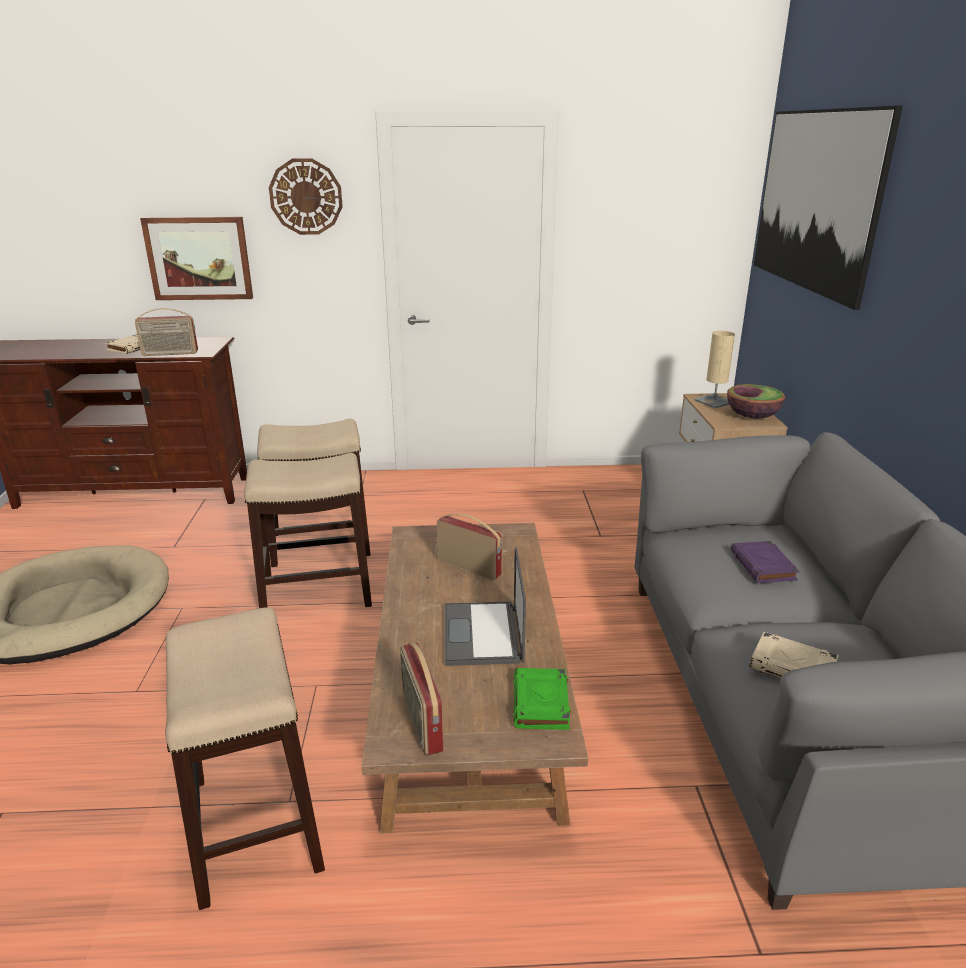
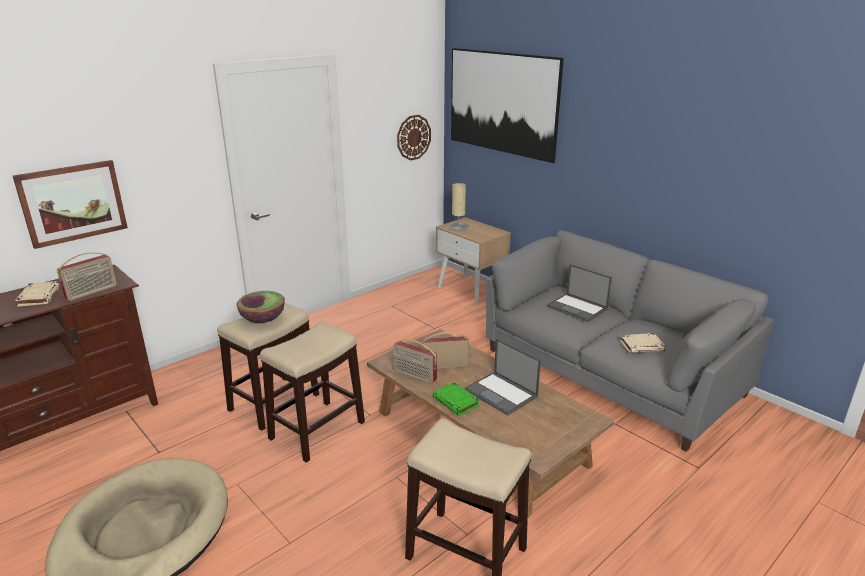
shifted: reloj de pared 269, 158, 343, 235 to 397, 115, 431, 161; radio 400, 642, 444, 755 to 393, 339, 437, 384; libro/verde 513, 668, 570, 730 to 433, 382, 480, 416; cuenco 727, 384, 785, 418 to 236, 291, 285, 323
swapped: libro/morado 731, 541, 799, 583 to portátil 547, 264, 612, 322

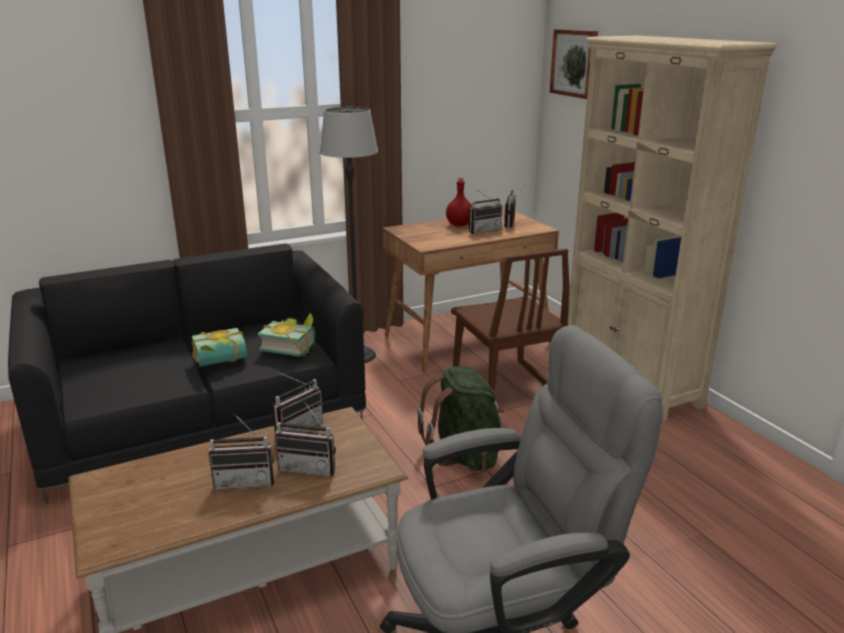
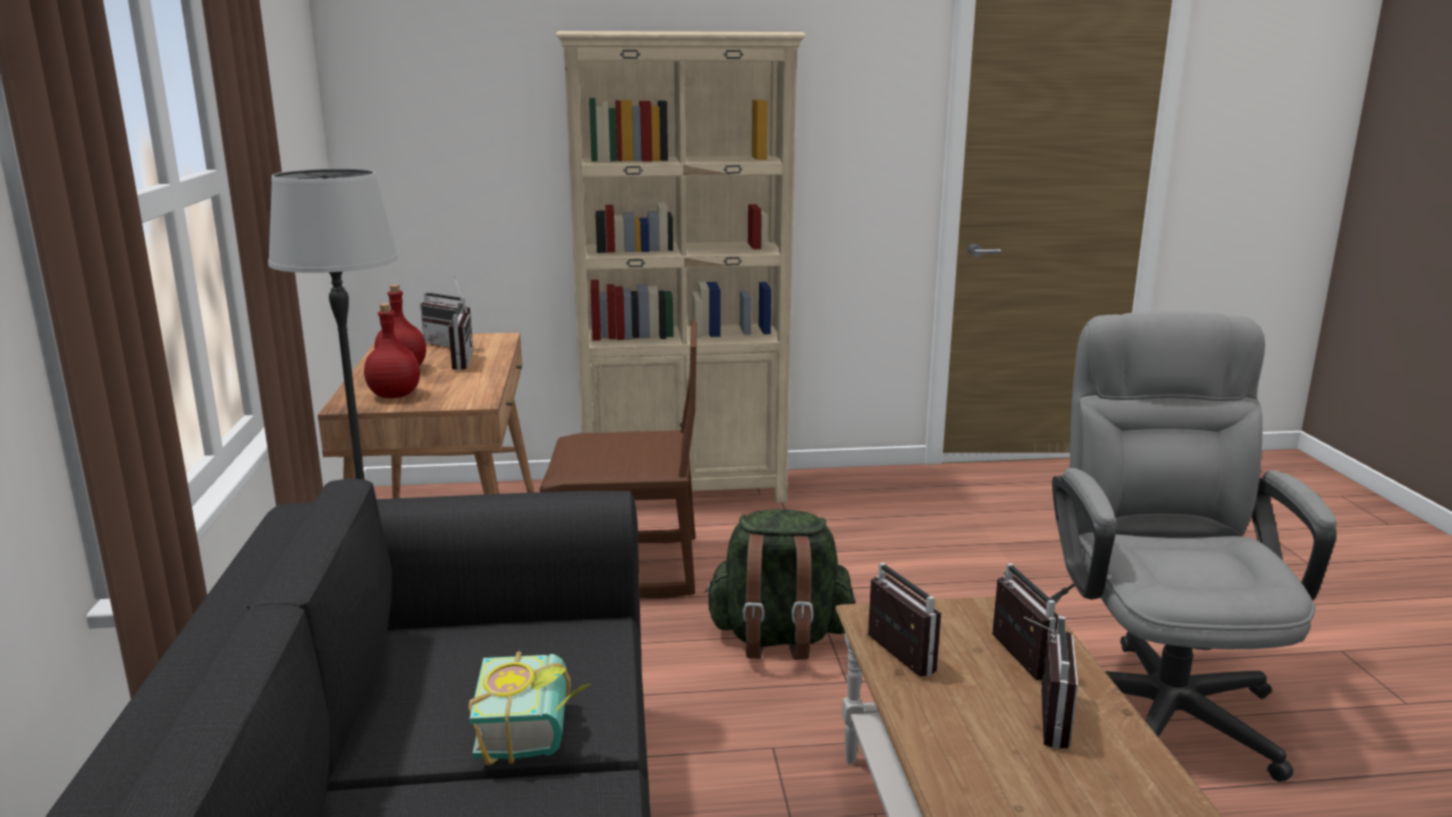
gone: libro 258, 313, 315, 357; cuadro 550, 29, 598, 99
new: botella/rojo 364, 303, 420, 398
rotated: radio 275, 401, 336, 477 = 992, 563, 1059, 680 45 degrees counterclockwise

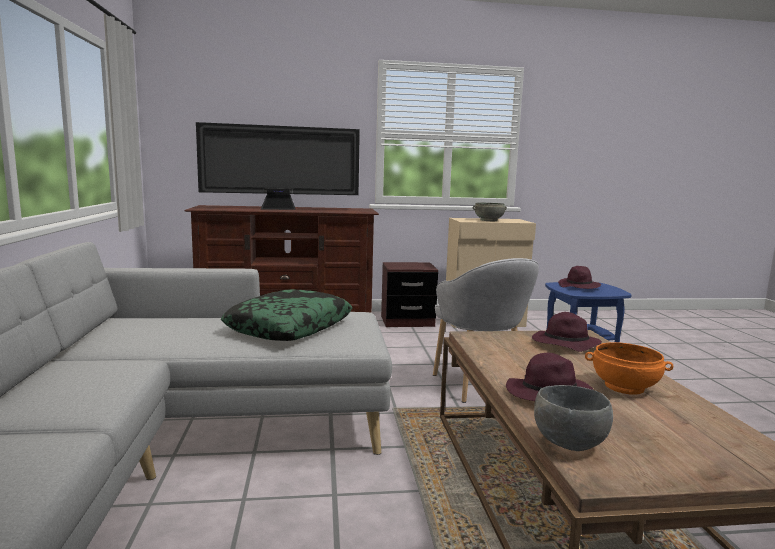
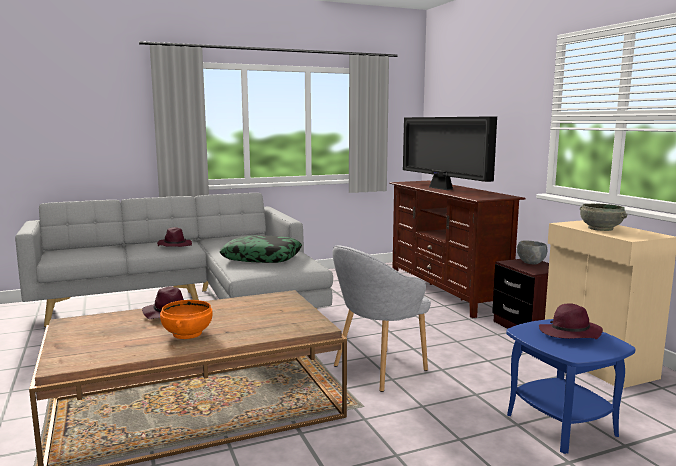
shifted: sombrero/morado 532, 312, 602, 352 to 157, 227, 192, 247; cuenco/gris 534, 385, 613, 451 to 517, 240, 547, 264

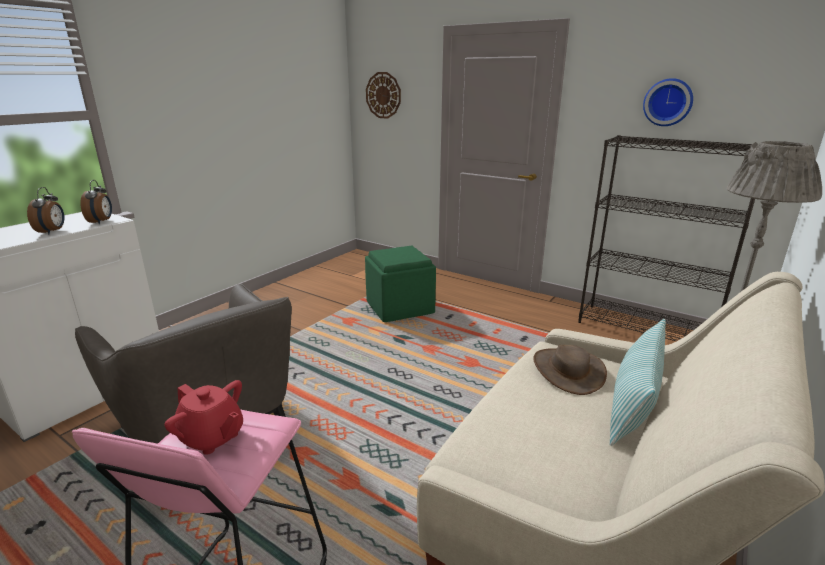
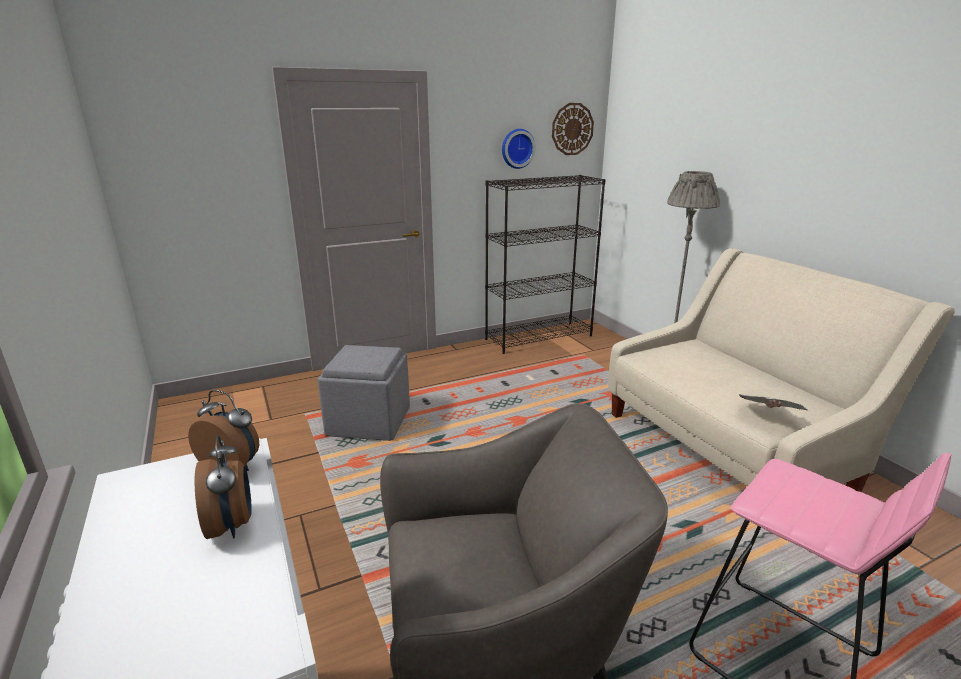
gone: tetera/rojo 164, 380, 243, 455; sombrero/marrón 533, 345, 607, 395; cojín 610, 319, 666, 446
new: periódico 739, 394, 807, 410
shifted: reloj de pared 366, 72, 401, 119 to 552, 103, 594, 155
repainted: puf/verde 365, 246, 436, 322 to puf/gris 317, 345, 410, 441
rotated: despertador 27, 187, 65, 235 = 195, 435, 252, 539 45 degrees clockwise

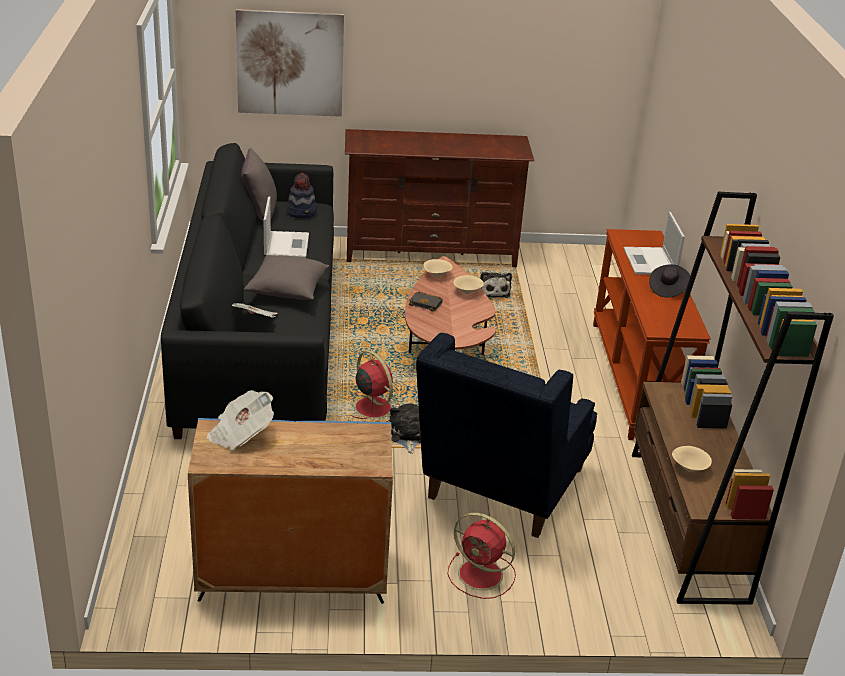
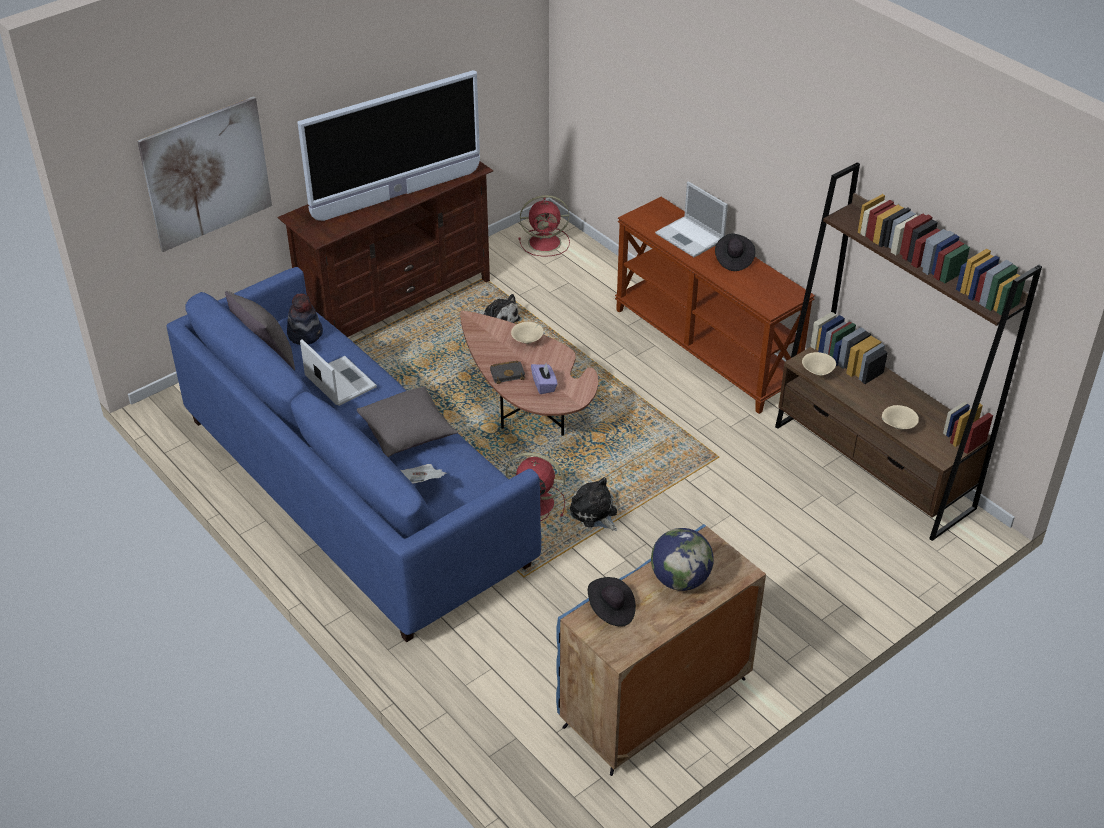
gone: sillón/azul 416, 333, 597, 538
new: televisor 297, 70, 480, 221; caja de pañuelos/morado 531, 364, 558, 394; globo terráqueo 651, 528, 714, 591
shifted: cuenco/beis 424, 259, 453, 277 to 802, 352, 836, 375; ventilador/rojo 447, 512, 516, 599 to 518, 195, 570, 257
swapped: periódico 207, 390, 274, 451 to sombrero/negro 588, 577, 636, 627
repainted: sofá/negro 161, 143, 334, 439 to sofá/azul 166, 267, 541, 642

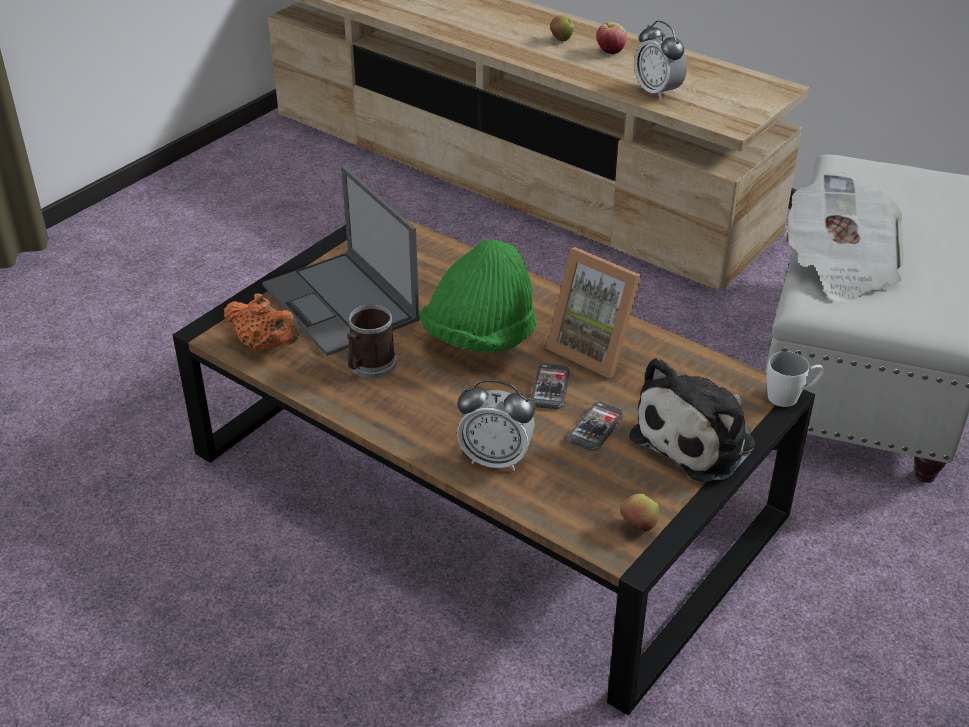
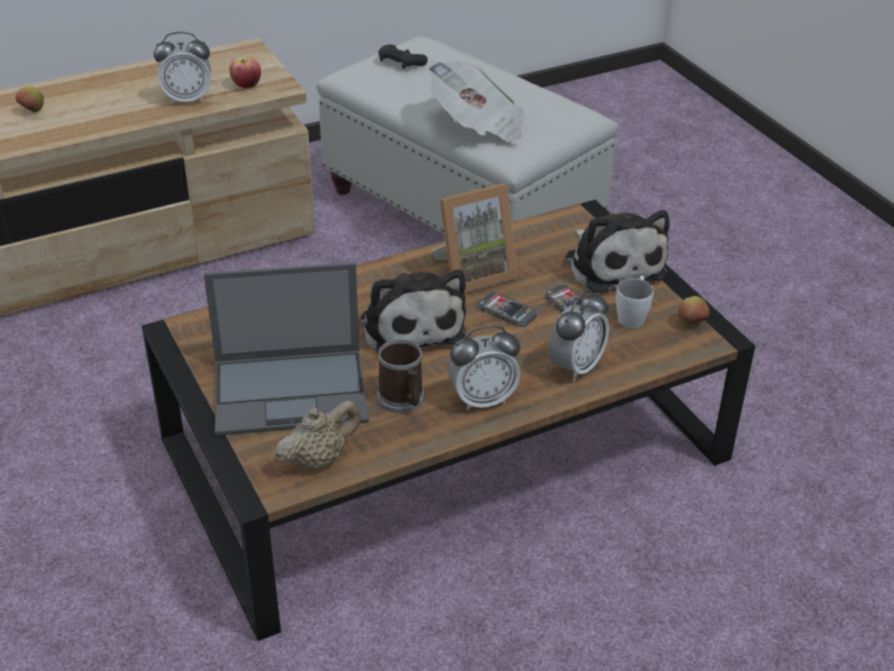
new: mando de consola/negro 378, 44, 428, 69; despertador 448, 326, 520, 411
shifted: manzana 597, 22, 627, 54 to 229, 56, 261, 88; taza grande/blanco 766, 351, 824, 407 to 616, 276, 653, 328
swapped: sombrero/verde 419, 239, 536, 353 to peluche 361, 269, 466, 354
repainted: tetera/naranja 223, 293, 300, 351 to tetera/beis 275, 400, 361, 470

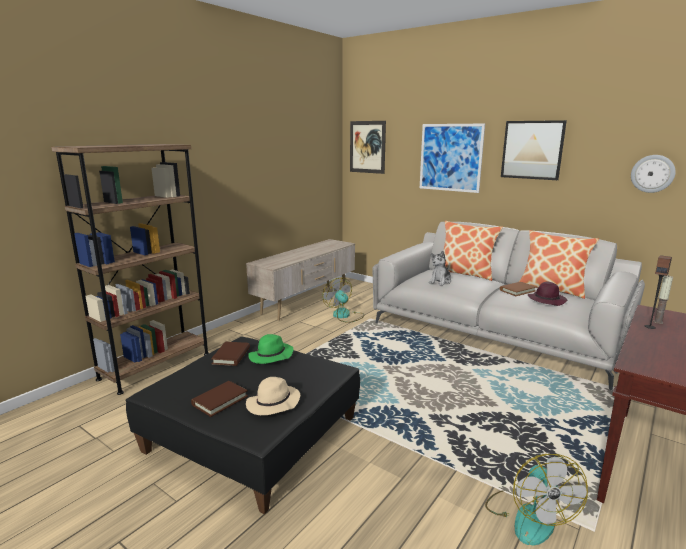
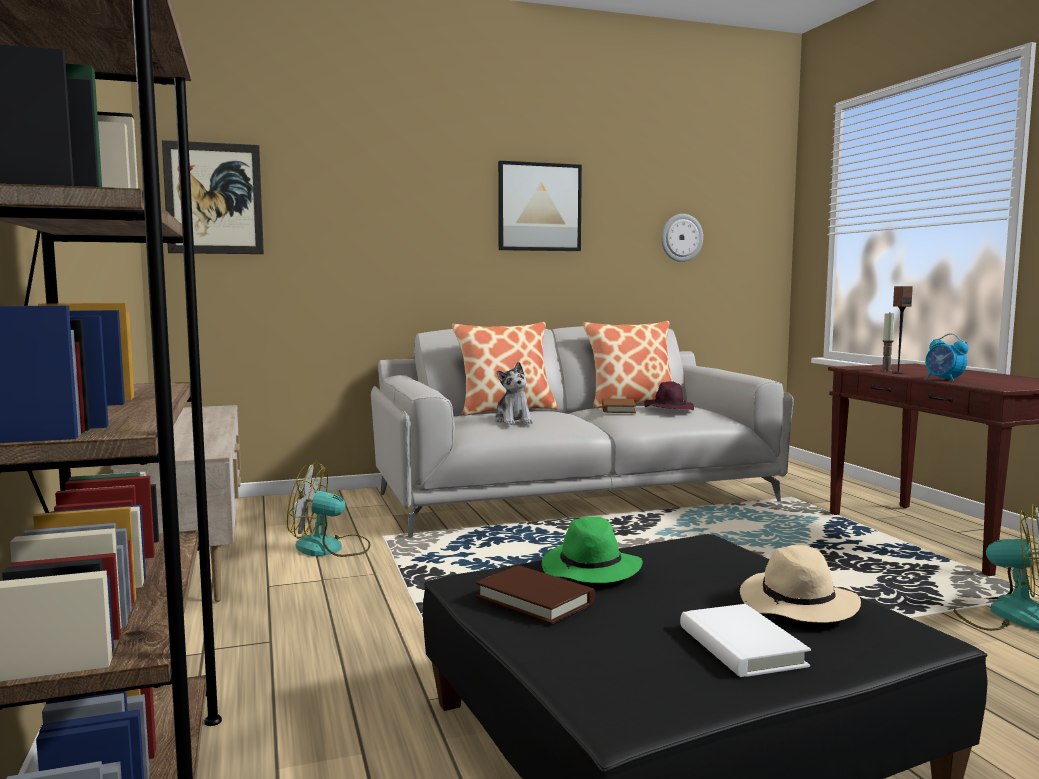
gone: cuadro 420, 124, 485, 193
new: despertador 925, 333, 969, 382
repainted: libro/marrón 191, 381, 248, 417 to libro/blanco 680, 604, 811, 677

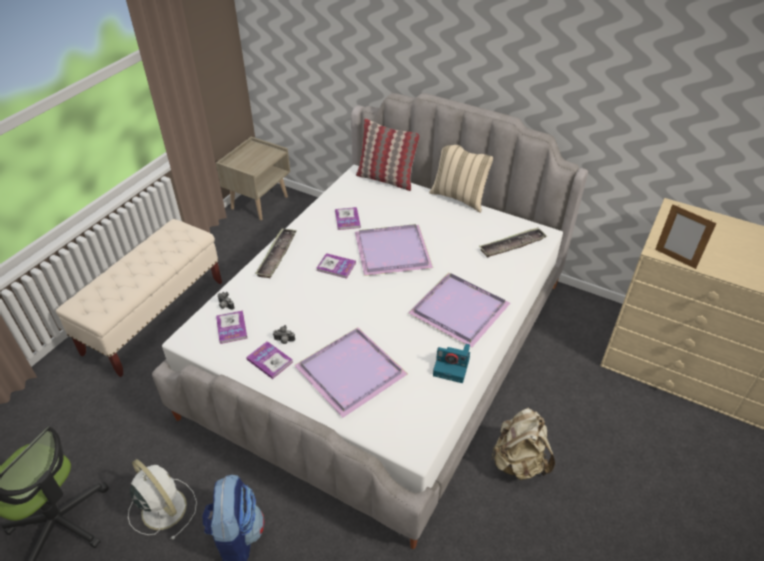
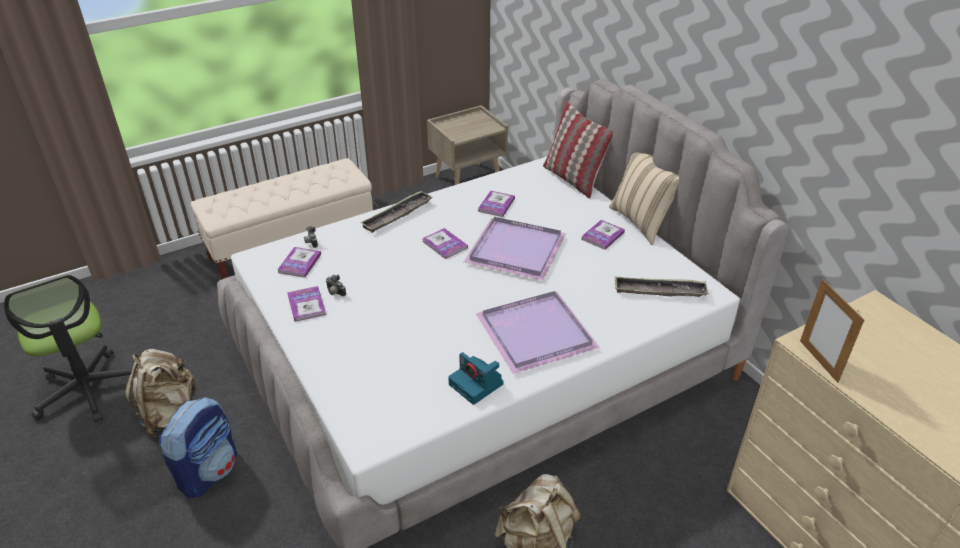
gone: bandeja/morado 294, 327, 408, 418
new: libro 581, 220, 625, 250
swapped: ventilador/blanco 128, 459, 197, 540 to mochila/beis 125, 349, 200, 438

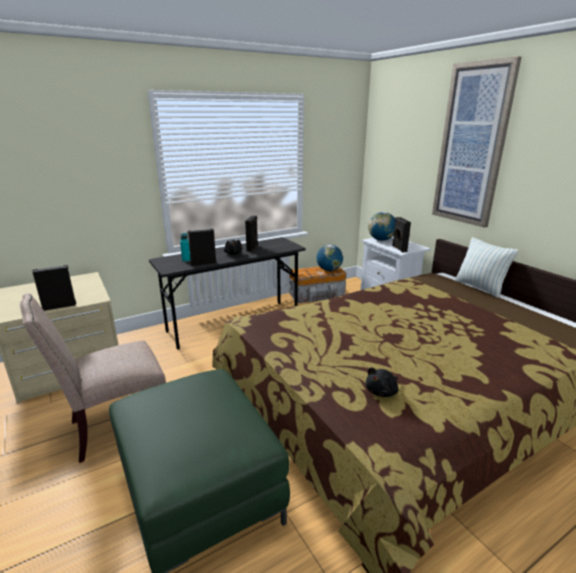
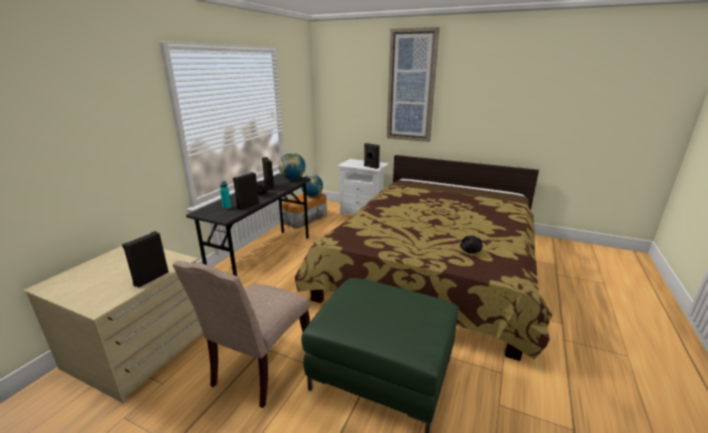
gone: cojín 455, 237, 519, 298
shifted: globo terráqueo 368, 212, 395, 241 to 279, 153, 306, 180

